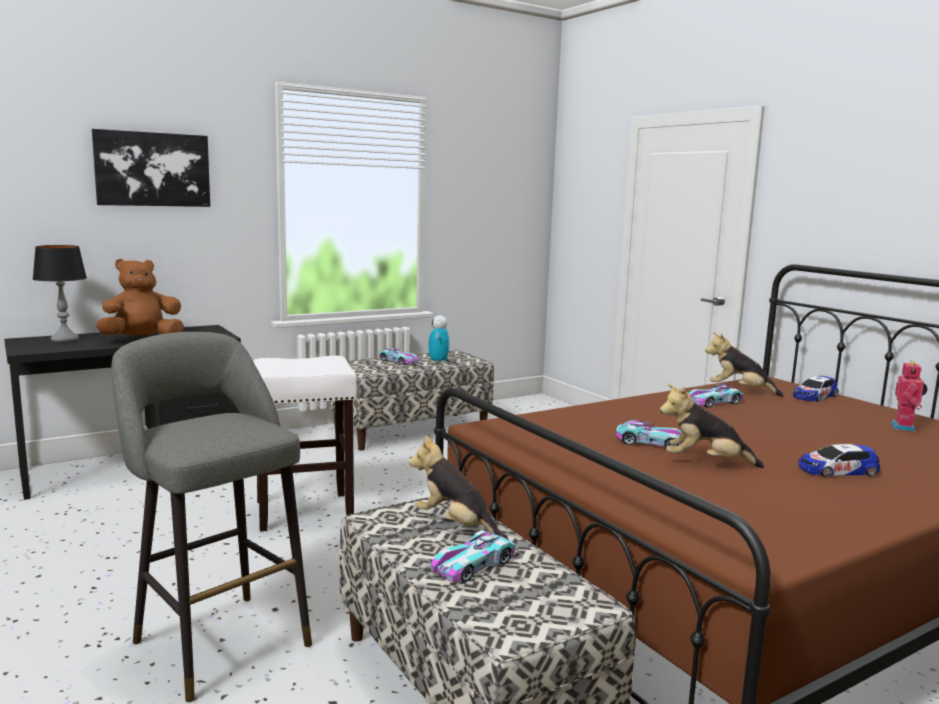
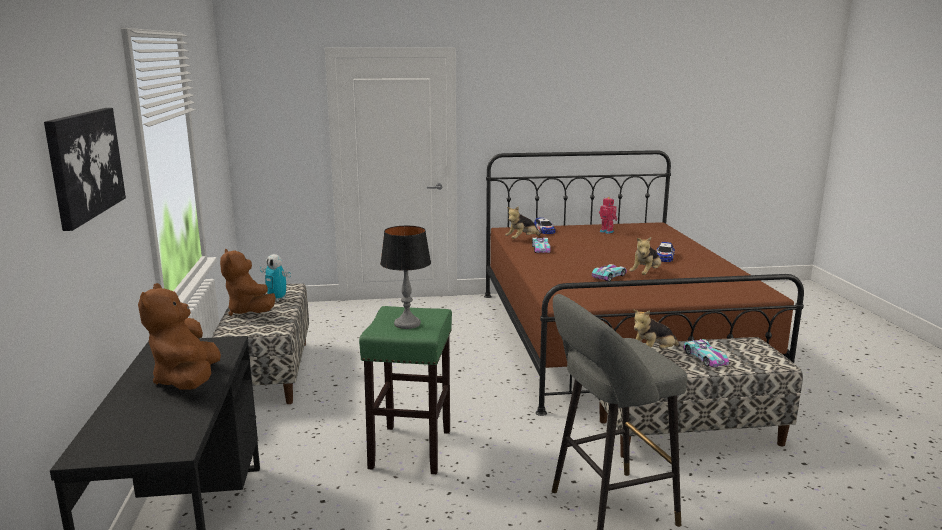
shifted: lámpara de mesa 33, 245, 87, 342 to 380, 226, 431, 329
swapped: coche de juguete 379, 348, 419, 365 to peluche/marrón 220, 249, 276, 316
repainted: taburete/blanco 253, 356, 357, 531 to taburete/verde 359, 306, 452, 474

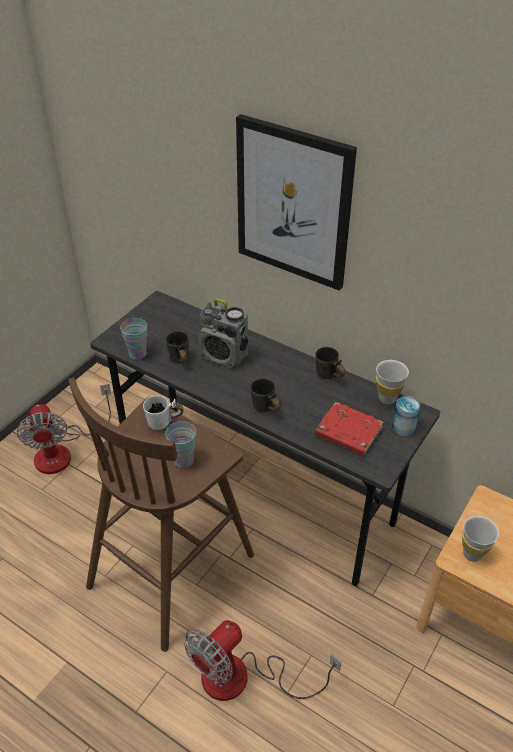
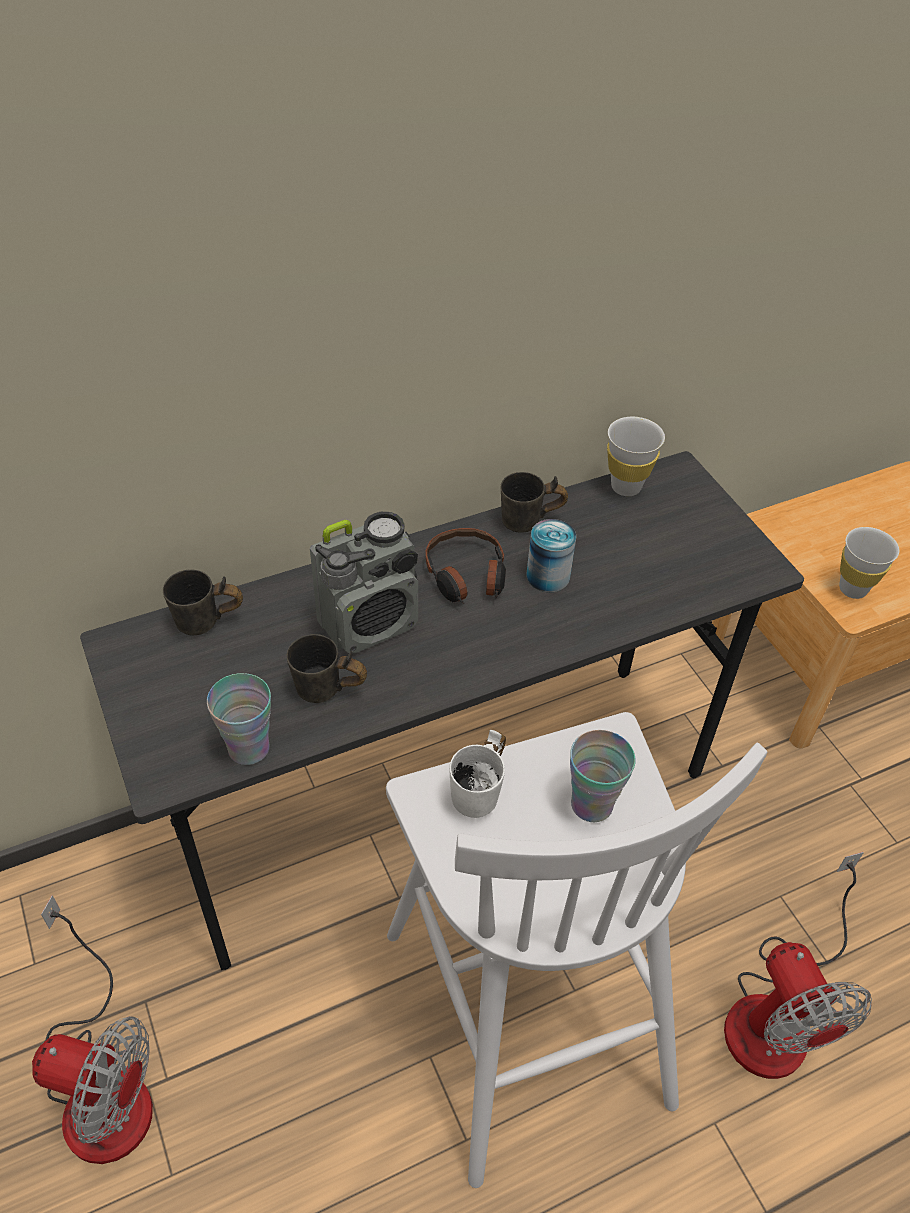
gone: cuadro 236, 114, 357, 290; libro/rojo 315, 402, 384, 456
new: auriculares 426, 528, 506, 604
shifted: taza grande/gris 250, 378, 281, 412 to 163, 569, 243, 635; lata 392, 396, 421, 436 to 527, 519, 576, 592
repainted: taburete/marrón 68, 377, 254, 652 to taburete/blanco 386, 712, 767, 1188

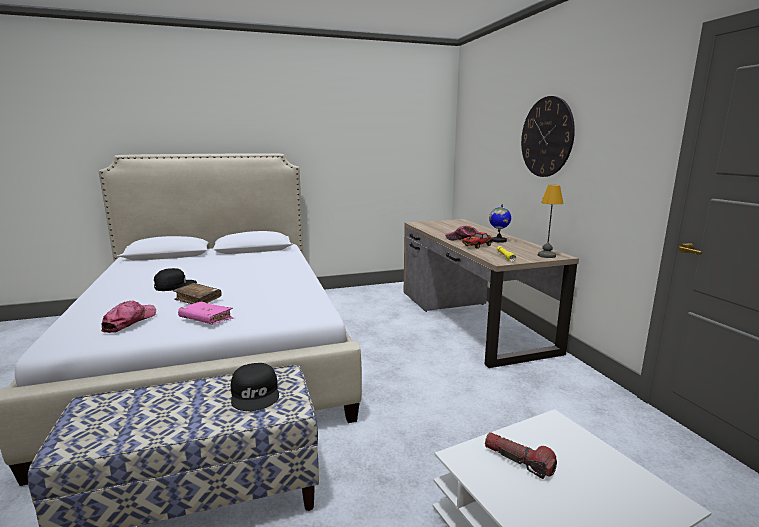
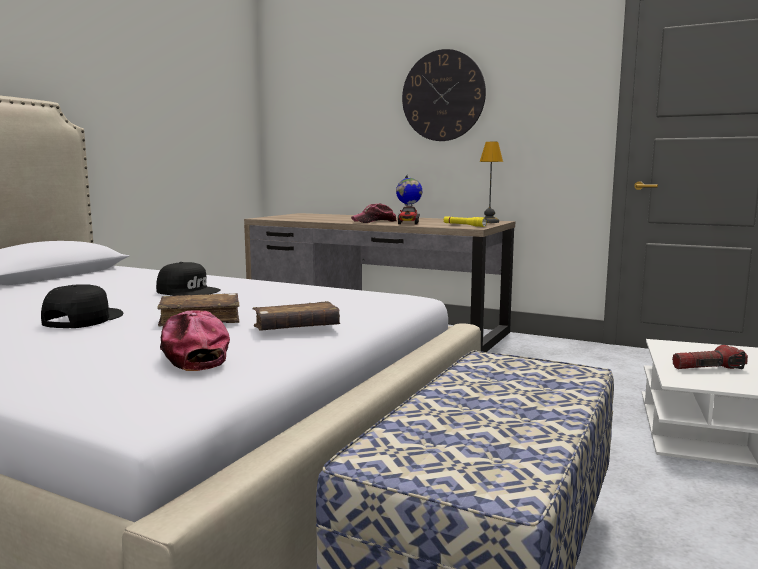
shifted: gorra/negro 231, 363, 279, 411 to 156, 262, 221, 296
repainted: libro/rosa 178, 302, 234, 324 to libro/marrón 252, 301, 340, 331

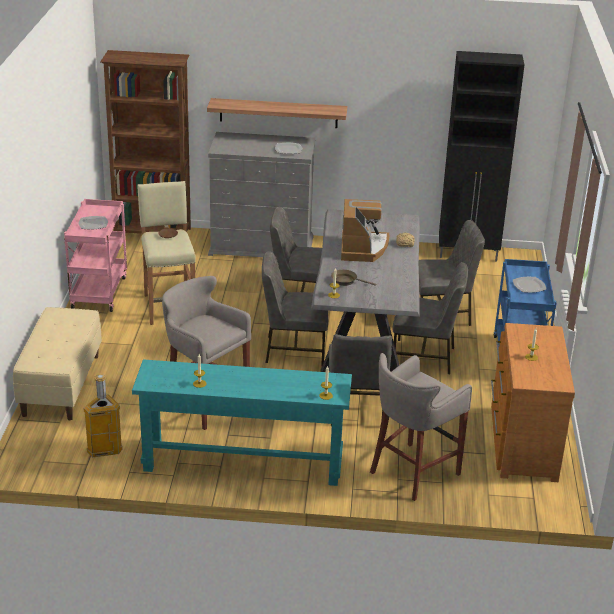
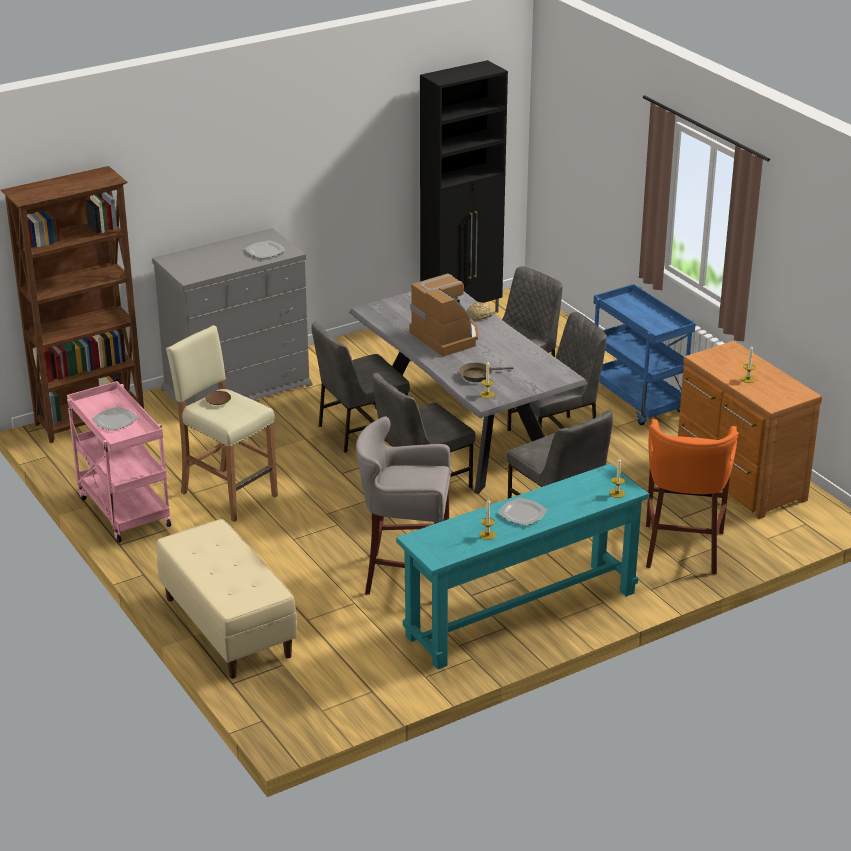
gone: papelera 83, 374, 123, 458; estante 207, 98, 347, 128
shifted: plato 513, 277, 546, 293 to 498, 498, 547, 526
repainted: taburete/gris 370, 353, 472, 501 to taburete/naranja 646, 419, 739, 574

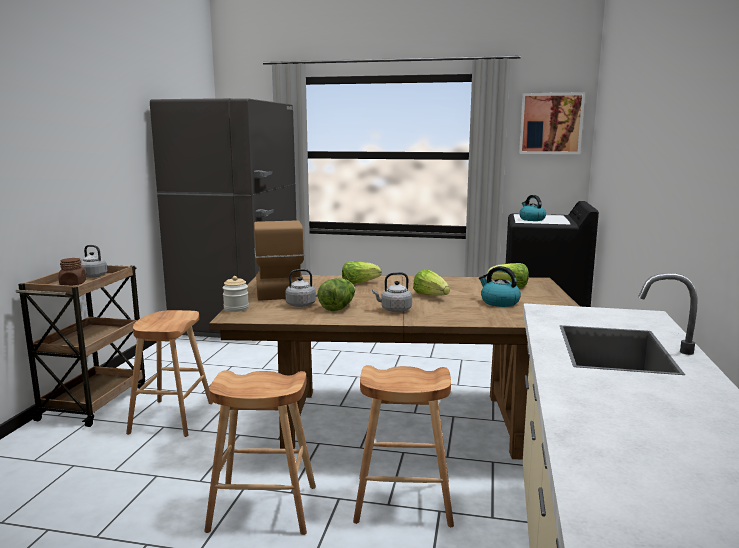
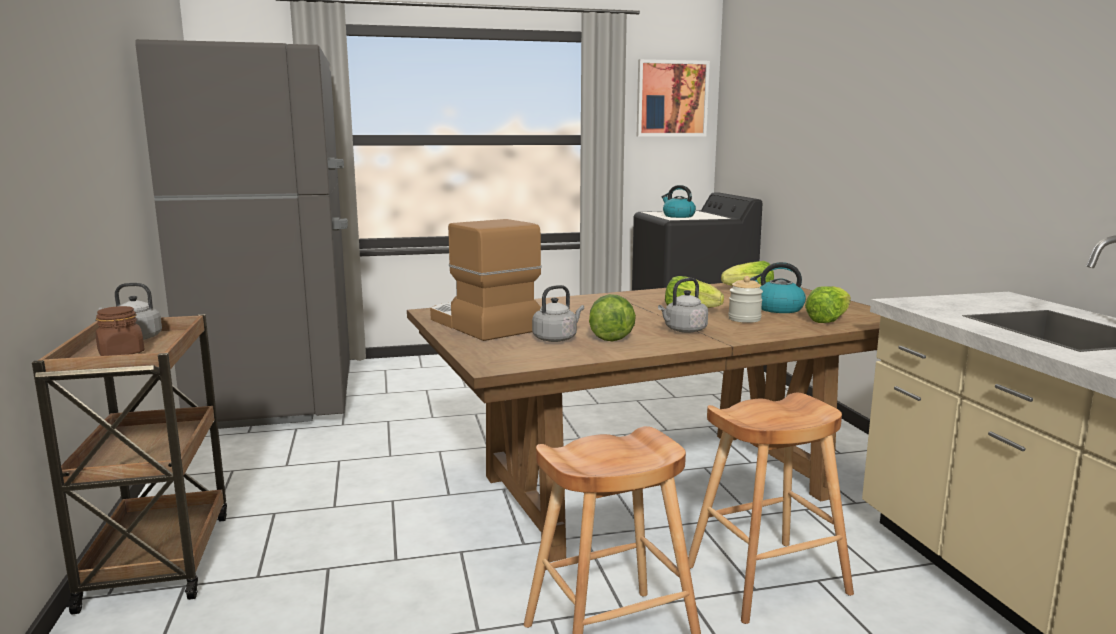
gone: taburete/marrón 126, 310, 213, 437
shifted: tarro 223, 276, 249, 312 to 728, 276, 763, 323; lechuga 342, 261, 381, 284 to 805, 286, 851, 323

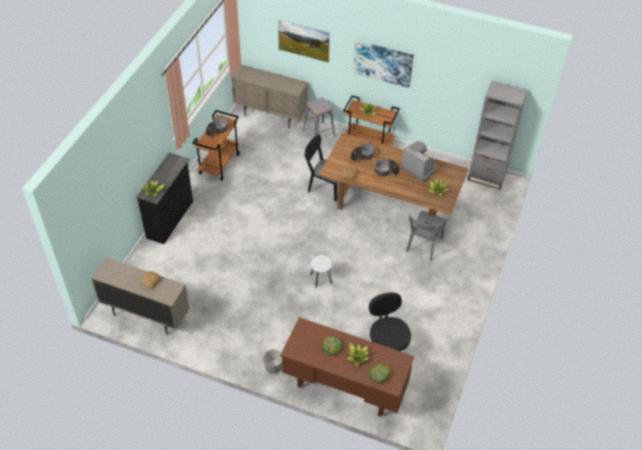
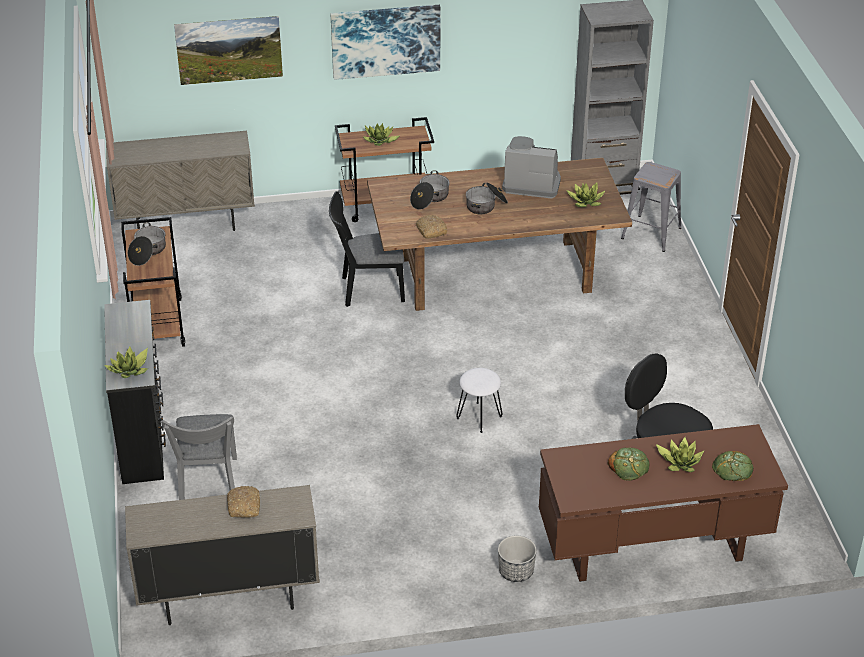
shifted: taburete/gris 303, 98, 336, 137 to 621, 162, 681, 252; silla/gris 406, 211, 447, 261 to 161, 414, 237, 500

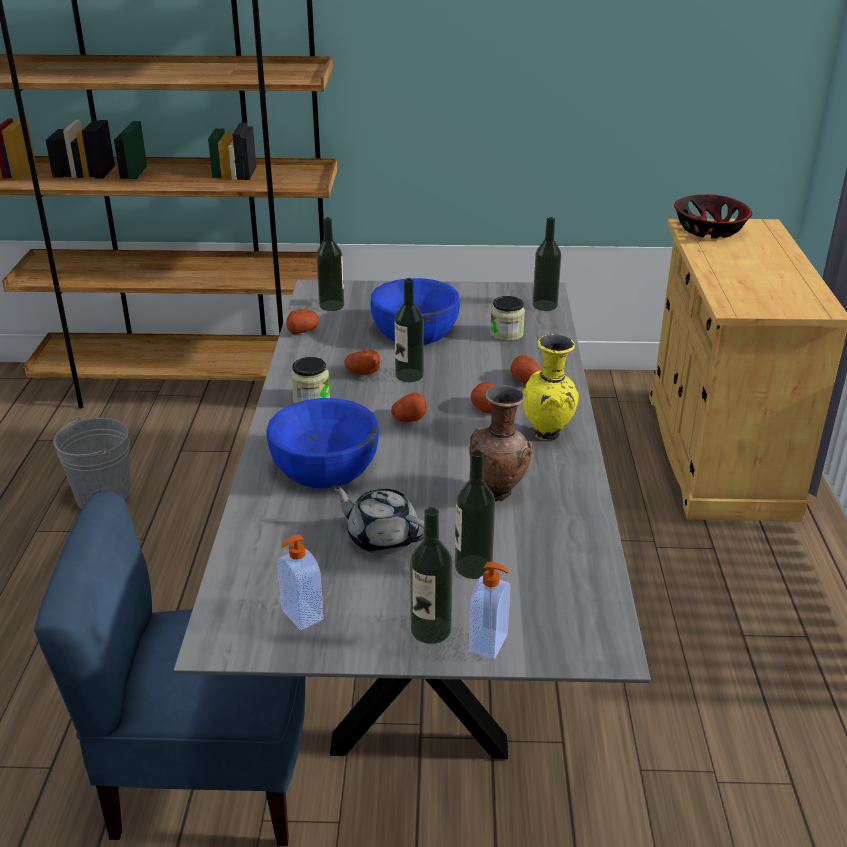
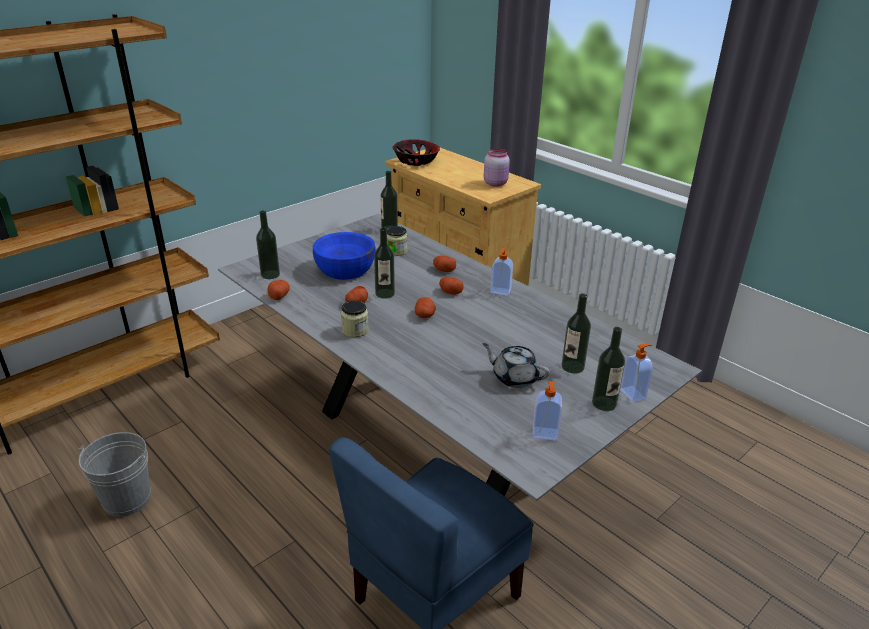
gone: cuenco/azul 266, 398, 379, 488; florero/marrón 469, 385, 533, 501
new: tarro/rosa 484, 148, 510, 187
swapped: florero/amarillo 523, 334, 579, 440 to dispensador de jabón 490, 248, 513, 296
rotated: tetera/gris 331, 485, 424, 554 = 482, 343, 550, 388 45 degrees clockwise

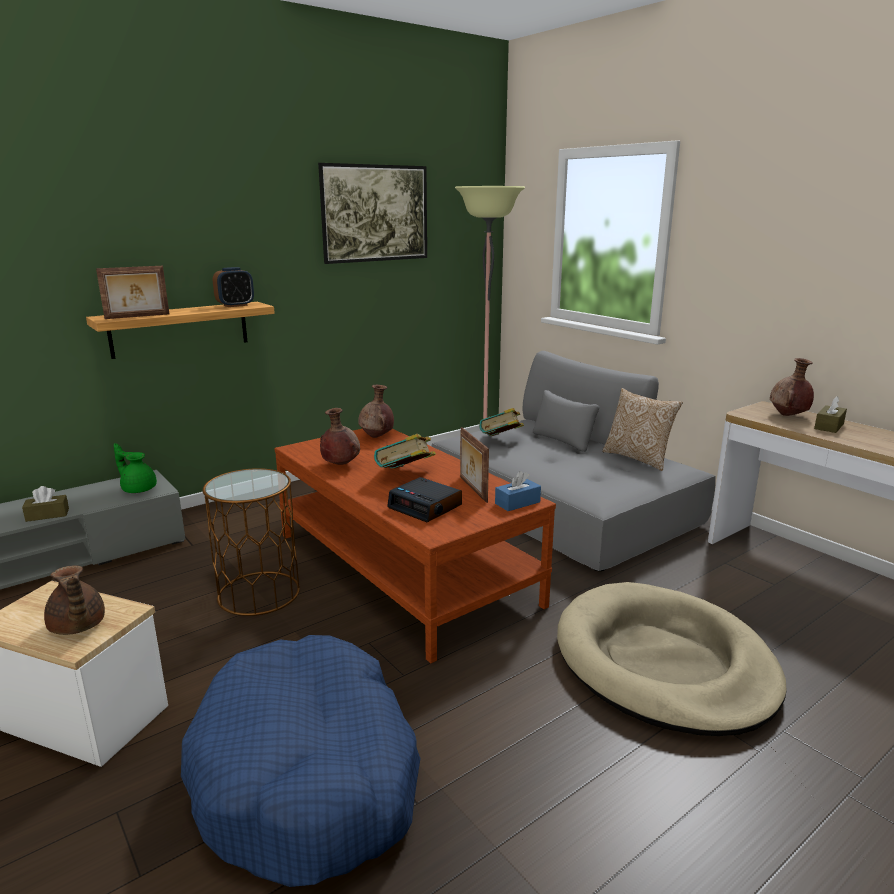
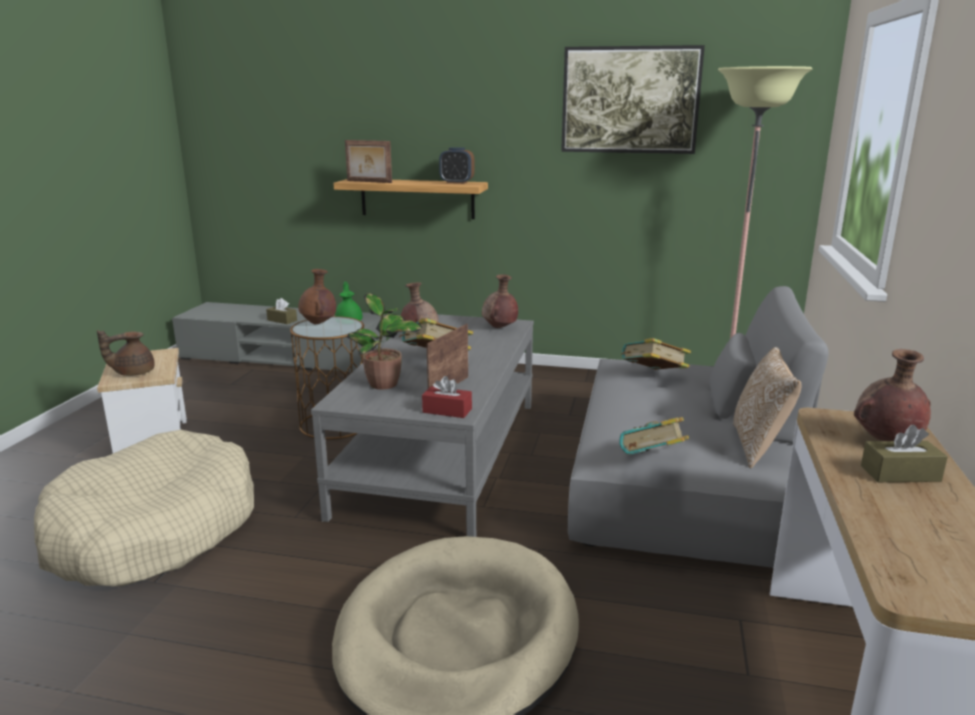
new: florero/marrón 298, 269, 336, 324; libro 619, 417, 689, 455
swapped: despertador 387, 477, 462, 522 to planta en maceta 347, 293, 422, 390
repainted: cama para perro/azul 181, 635, 421, 887 to cama para perro/beis 34, 430, 254, 586; mesa de centro/marrón 274, 429, 556, 663 to mesa de centro/gris 311, 314, 534, 537; caja de pañuelos/azul 495, 471, 541, 511 to caja de pañuelos/rojo 422, 376, 472, 418
rotated: tetera/marrón 44, 565, 105, 635 = 97, 330, 155, 376 45 degrees clockwise

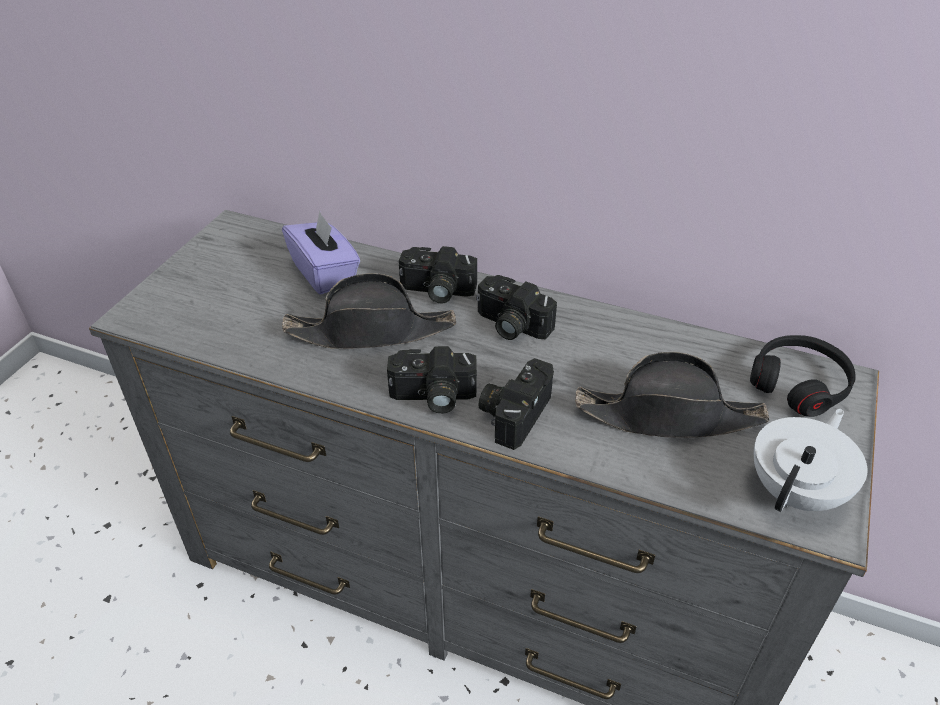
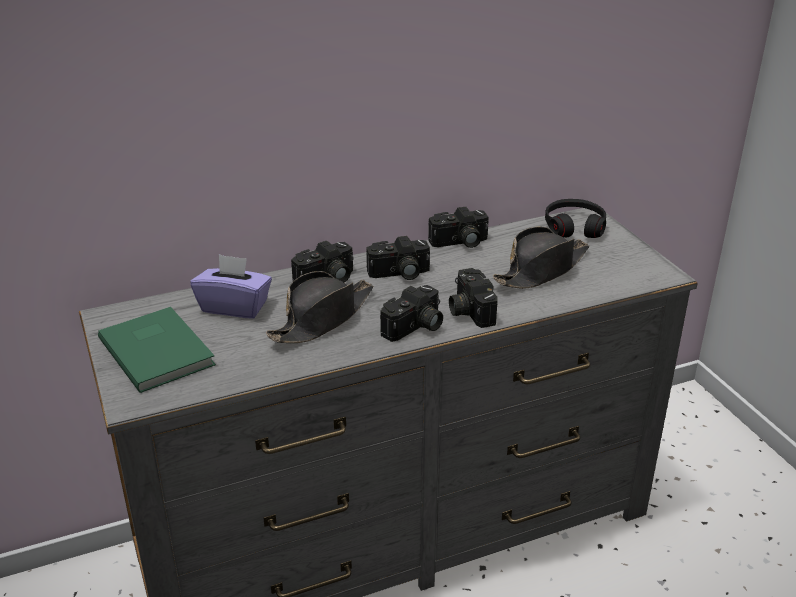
gone: tetera/blanco 754, 409, 867, 512
new: libro/verde 98, 307, 216, 393; cámara 428, 207, 489, 248

